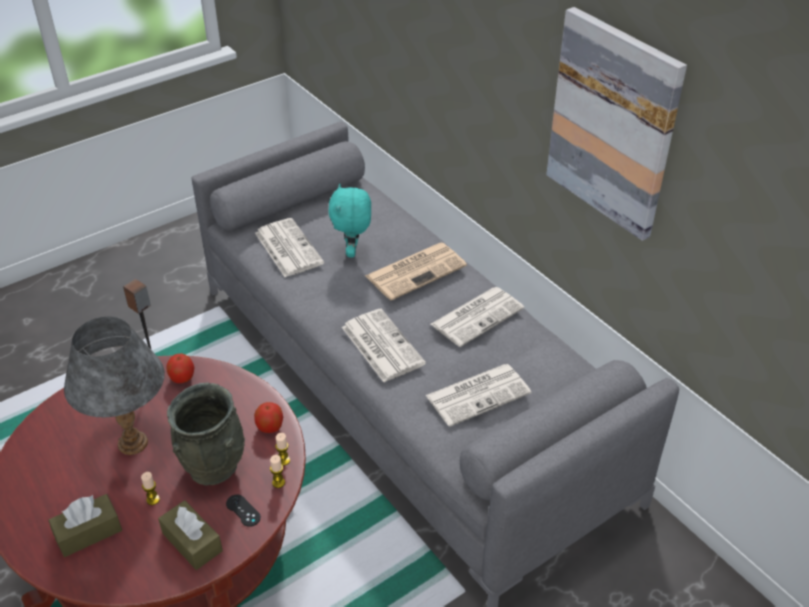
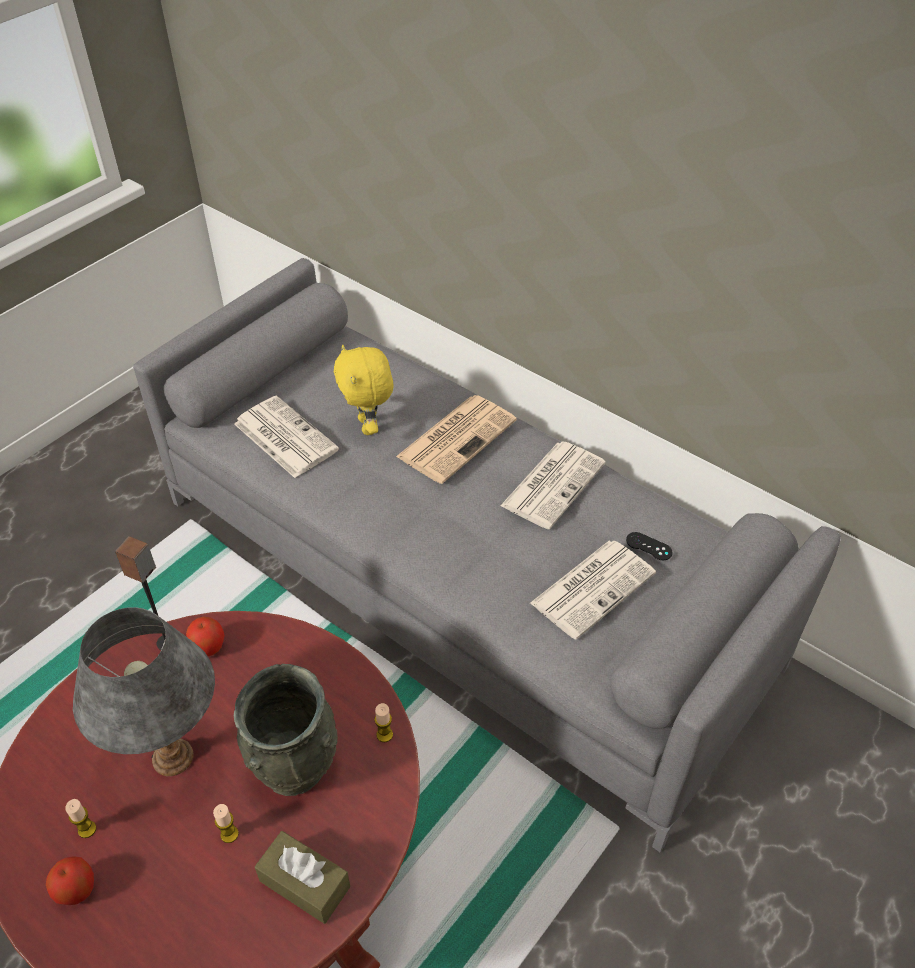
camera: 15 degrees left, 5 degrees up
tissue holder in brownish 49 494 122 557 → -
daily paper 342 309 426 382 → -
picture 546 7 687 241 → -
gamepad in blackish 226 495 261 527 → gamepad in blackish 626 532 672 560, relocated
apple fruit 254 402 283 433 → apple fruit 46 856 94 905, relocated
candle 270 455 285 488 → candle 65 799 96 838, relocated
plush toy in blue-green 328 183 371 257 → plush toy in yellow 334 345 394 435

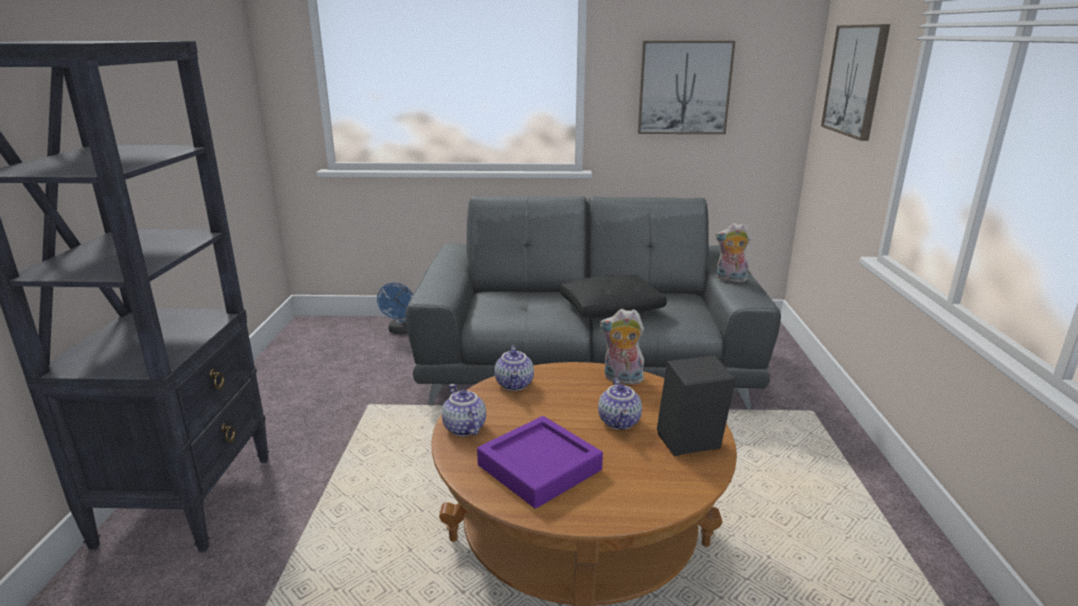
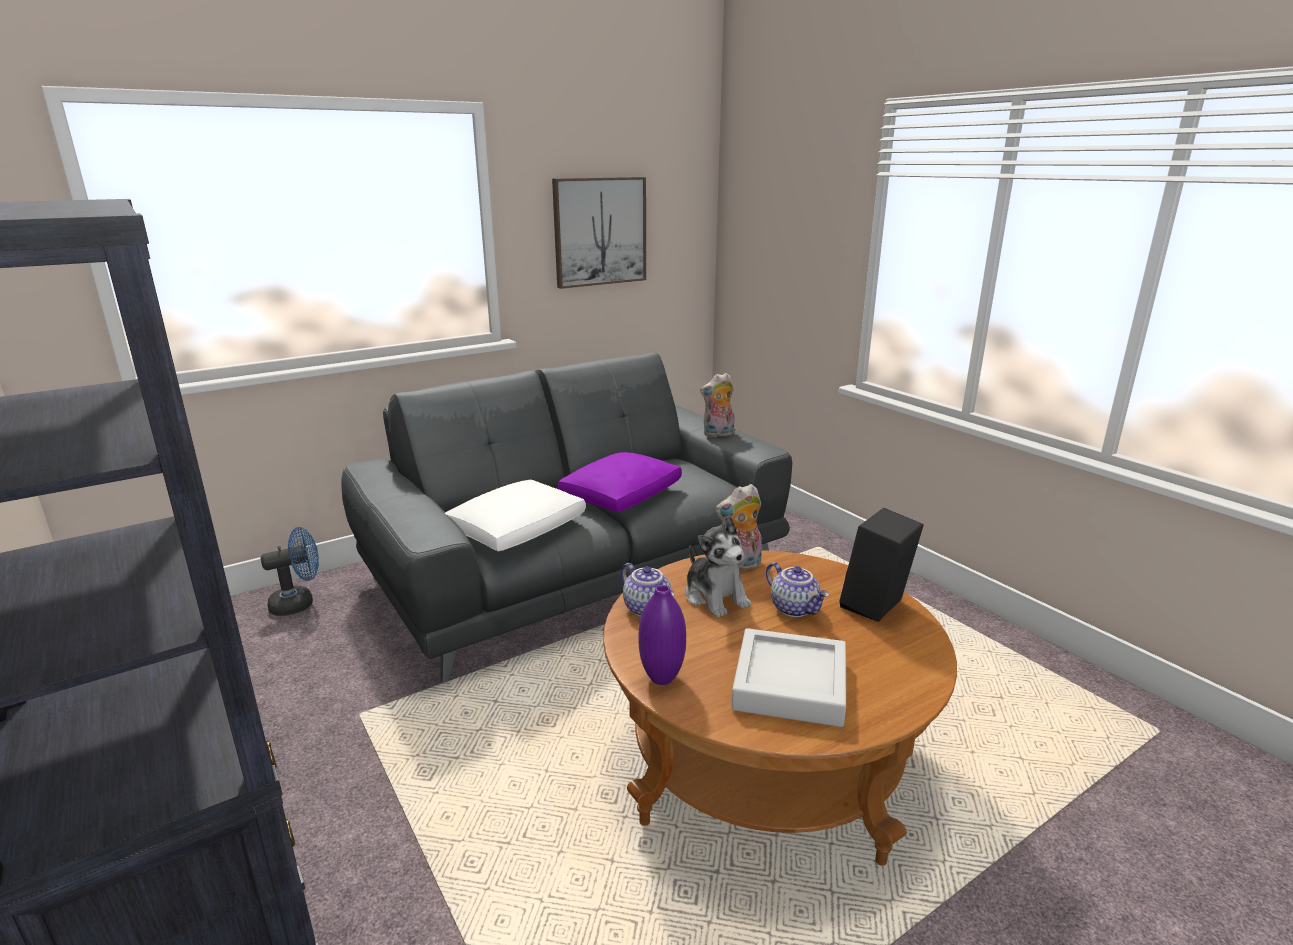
camera: 35 degrees left, 0 degrees up
picture 821 24 890 141 → -
- → cushion in white 445 479 586 551
- → plush toy 685 516 752 618
pot for tea 442 384 486 436 → decorative vase in purple 638 585 686 685
serving tray in purple 477 416 603 509 → serving tray in greyish 731 628 846 727
cushion in blackish 560 275 667 318 → cushion in purple 558 452 682 512
fan in blue-coloured 377 283 413 334 → fan in blue-coloured 261 527 319 616, 90 degrees counterclockwise

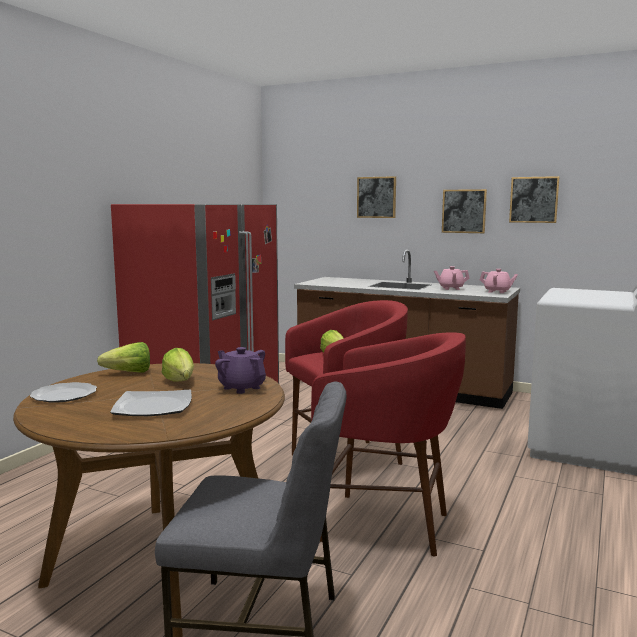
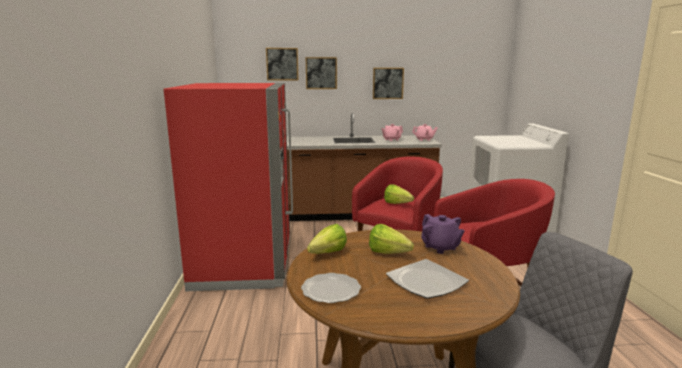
camera: 30 degrees left, 5 degrees up
picture 509 176 560 223 → picture 266 48 299 80, relocated
pot for tea in purple 215 347 266 394 → pot for tea in purple 421 214 465 254, 135 degrees counterclockwise

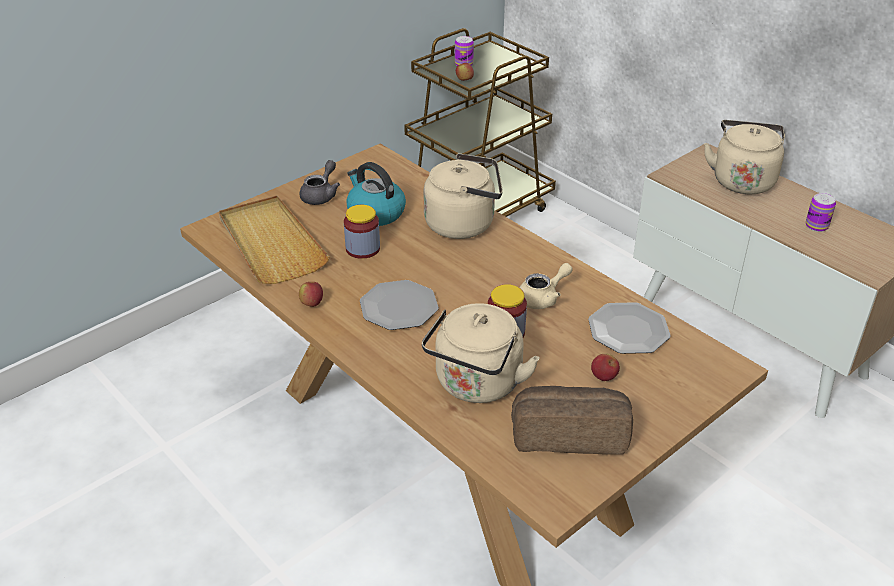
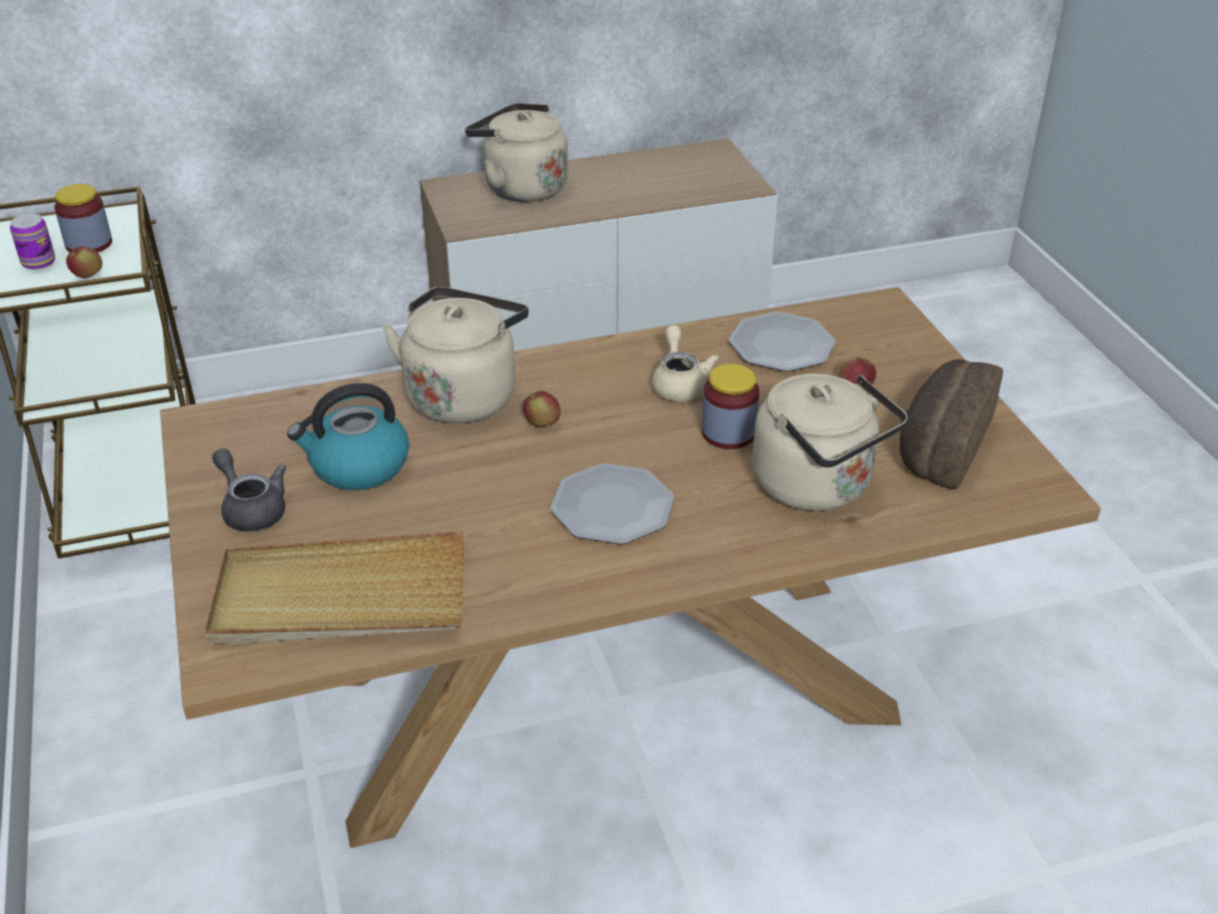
camera: 65 degrees left, 0 degrees up
metal can 806 193 836 232 → -
apple fruit 299 282 323 307 → apple fruit 523 391 560 427, relocated
preserve jar 344 205 380 259 → preserve jar 54 184 112 253, relocated

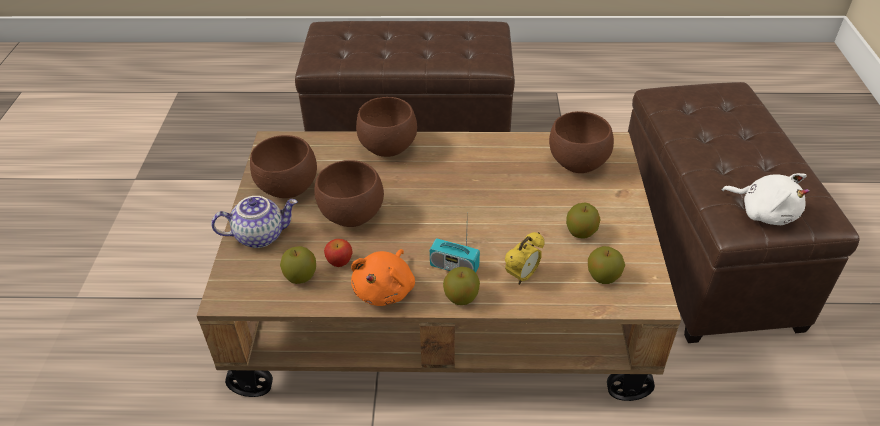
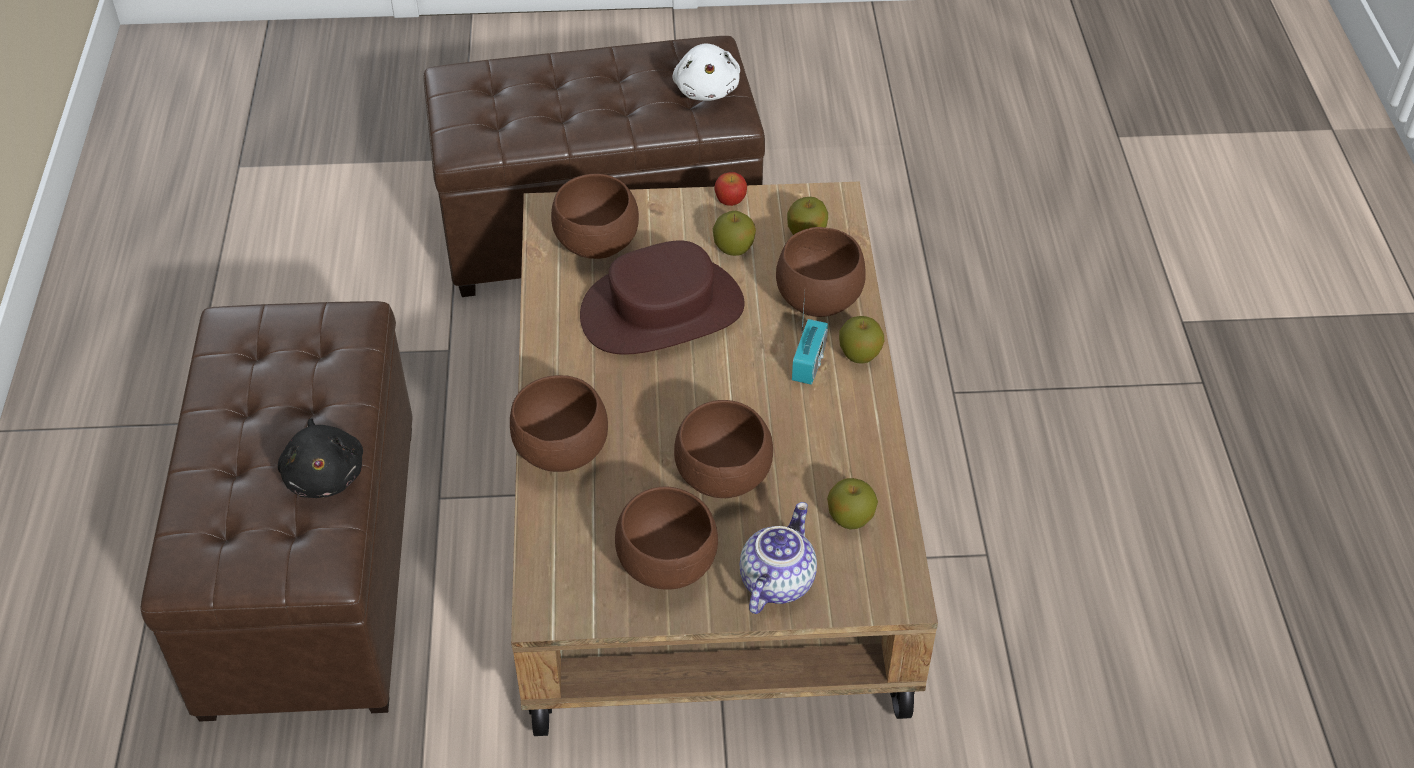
camera: 95 degrees left, 5 degrees up
plush toy in orangey 351 249 415 306 → -
- → plush toy in blackish 278 418 363 498
- → clothing hat in brownish 580 240 745 355
apple fruit 324 239 353 267 → apple fruit 715 172 747 206, relocated
table clock 505 232 545 285 → serving bowl in brownish 776 227 866 317
pot for tea 211 196 298 248 → pot for tea 740 502 817 614, 45 degrees clockwise
plush toy in white 722 173 810 225 → plush toy in white 673 44 740 101, 135 degrees clockwise

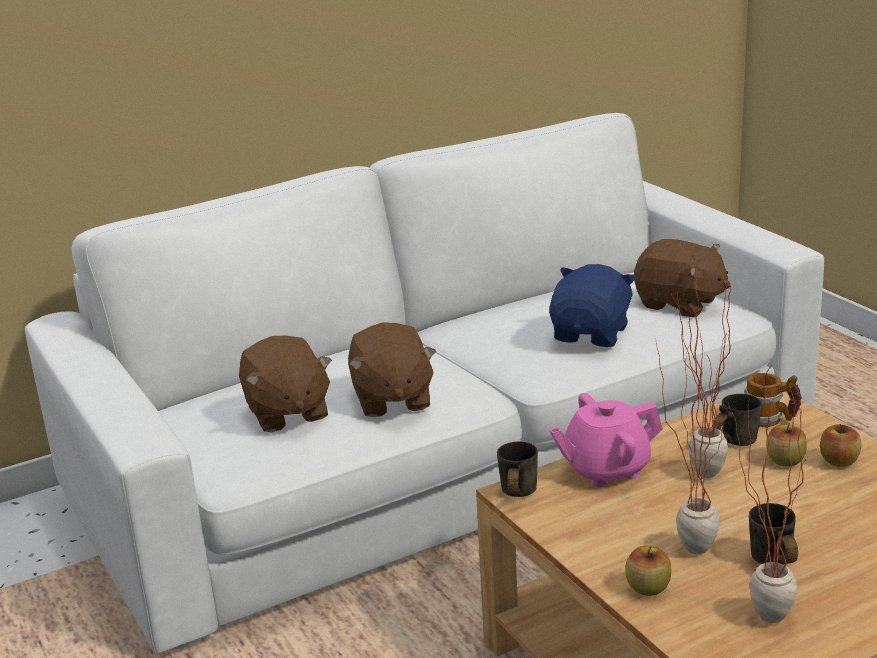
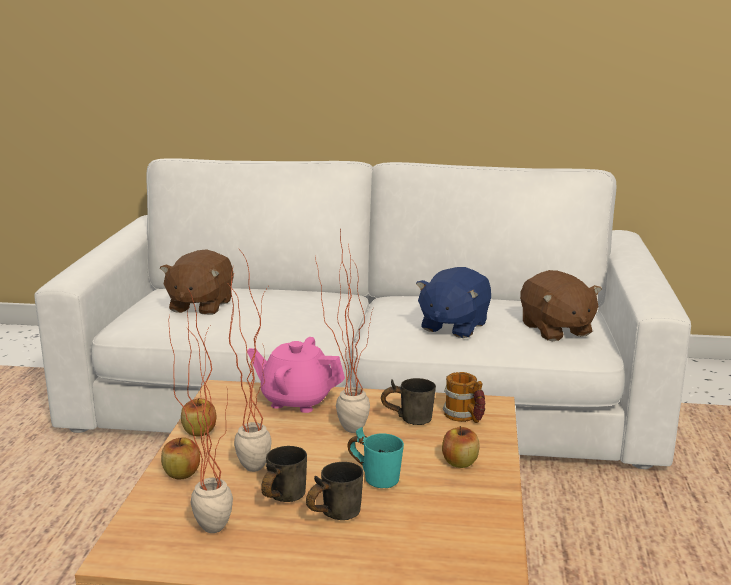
camera: 35 degrees right, 5 degrees down
plush toy in brownish 348 322 437 417 → -
- → mug in blue-green 347 427 404 488
mug in greyish 497 441 538 497 → mug in greyish 306 462 363 520, relocated
apple fruit 766 424 807 467 → apple fruit 181 398 217 437, relocated
plush toy in blue-coloured 549 264 637 347 → plush toy in blue-coloured 416 267 491 338, 150 degrees clockwise

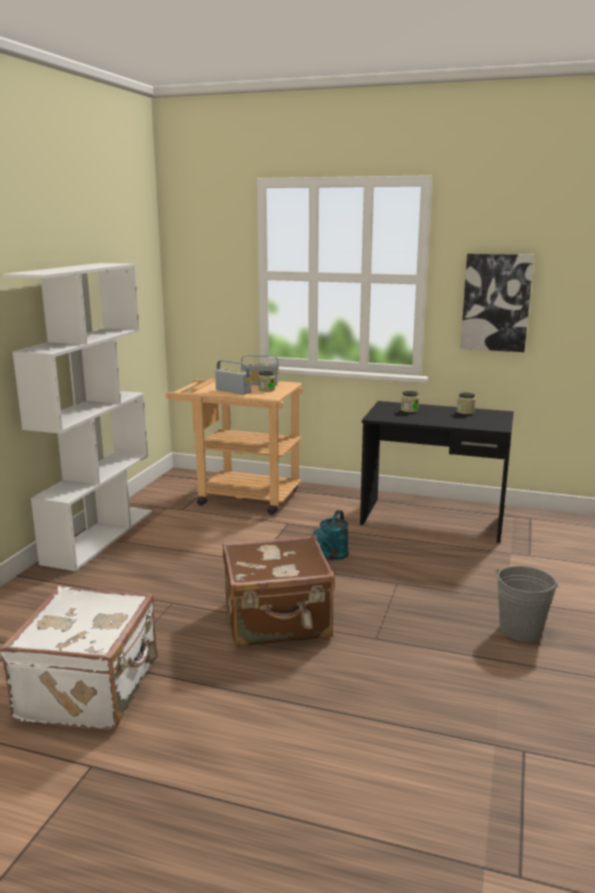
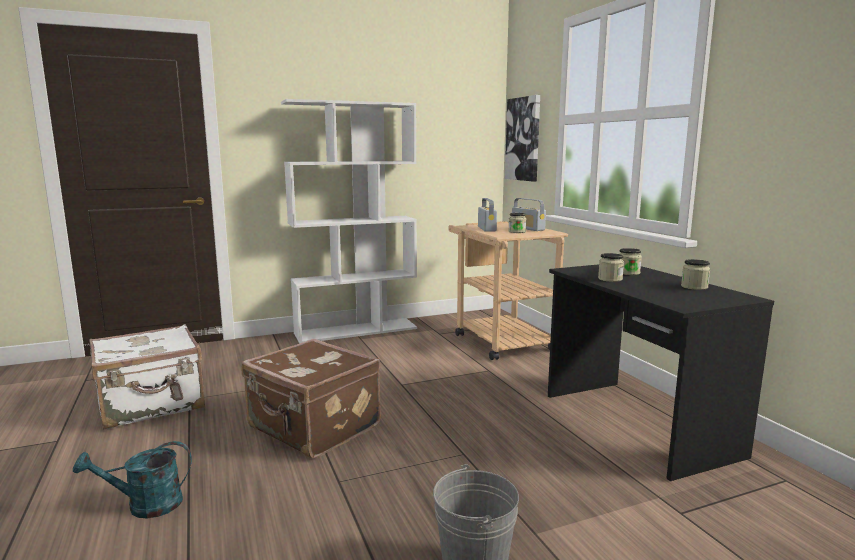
camera: 50 degrees right, 5 degrees down
- → preserve jar 598 253 624 282
watering pot in blue-green 312 510 349 560 → watering pot in blue-green 73 441 192 518, relocated
picture 460 254 534 352 → picture 505 95 540 181, relocated

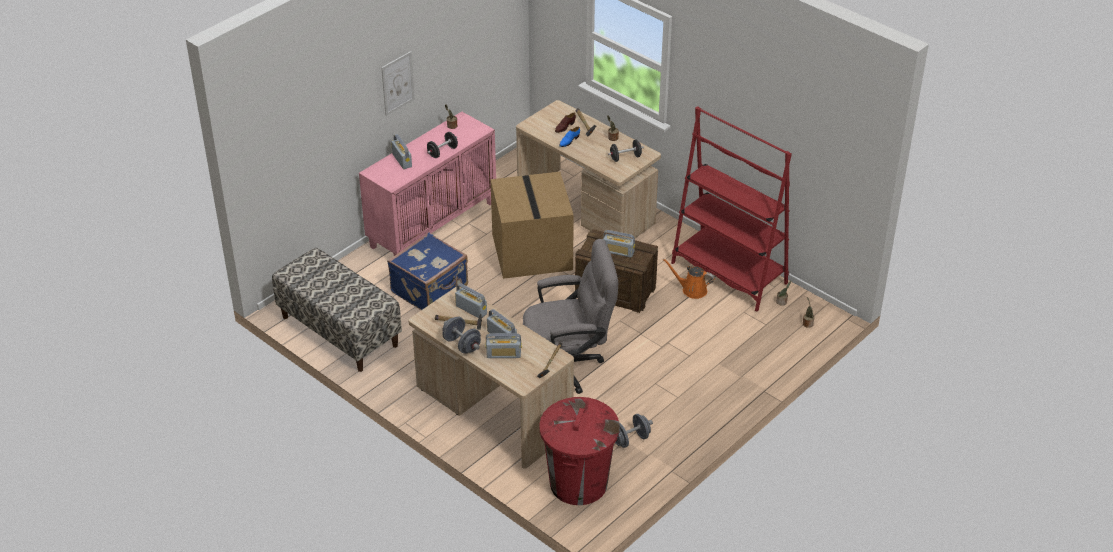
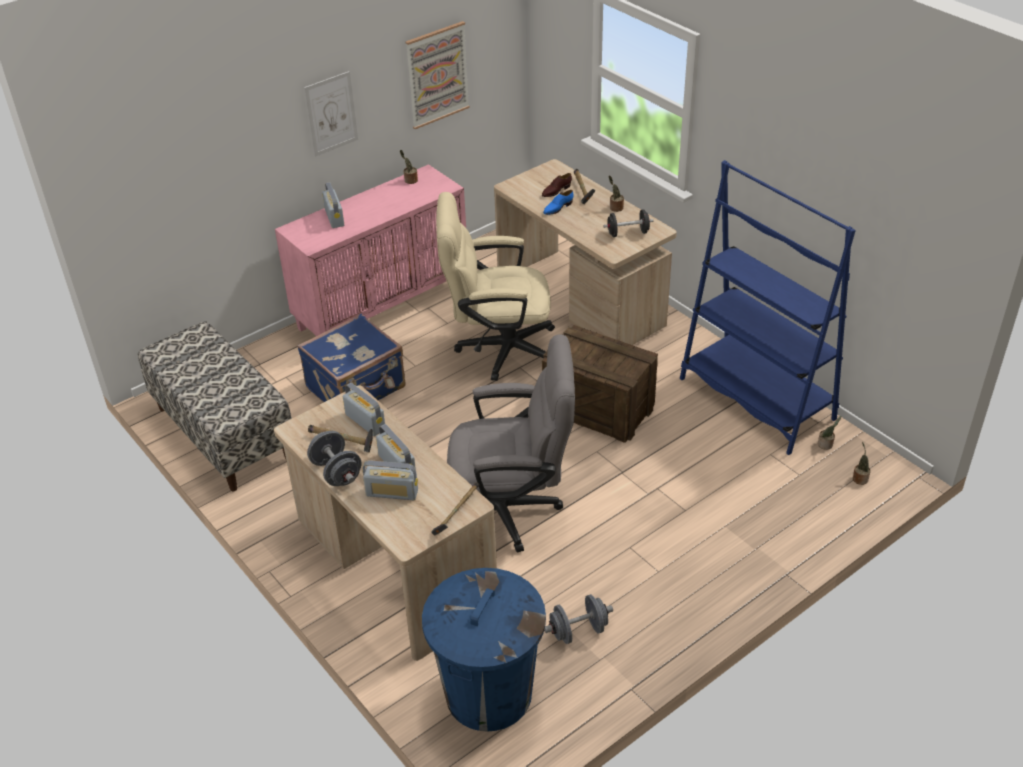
camera: 10 degrees right, 0 degrees up
dumbbell in blackish 427 132 458 158 → -
radio 603 230 635 258 → -
watering pot in orangey 662 258 715 299 → -
- → picture 405 21 470 129
cardboard box 490 172 574 279 → desk chair in beige-coloured 436 192 555 381
rubbish bin in reddish 539 397 620 505 → rubbish bin in blue-coloured 422 568 546 732
shelving unit in reddish 671 106 792 311 → shelving unit in blue-coloured 680 160 856 455

